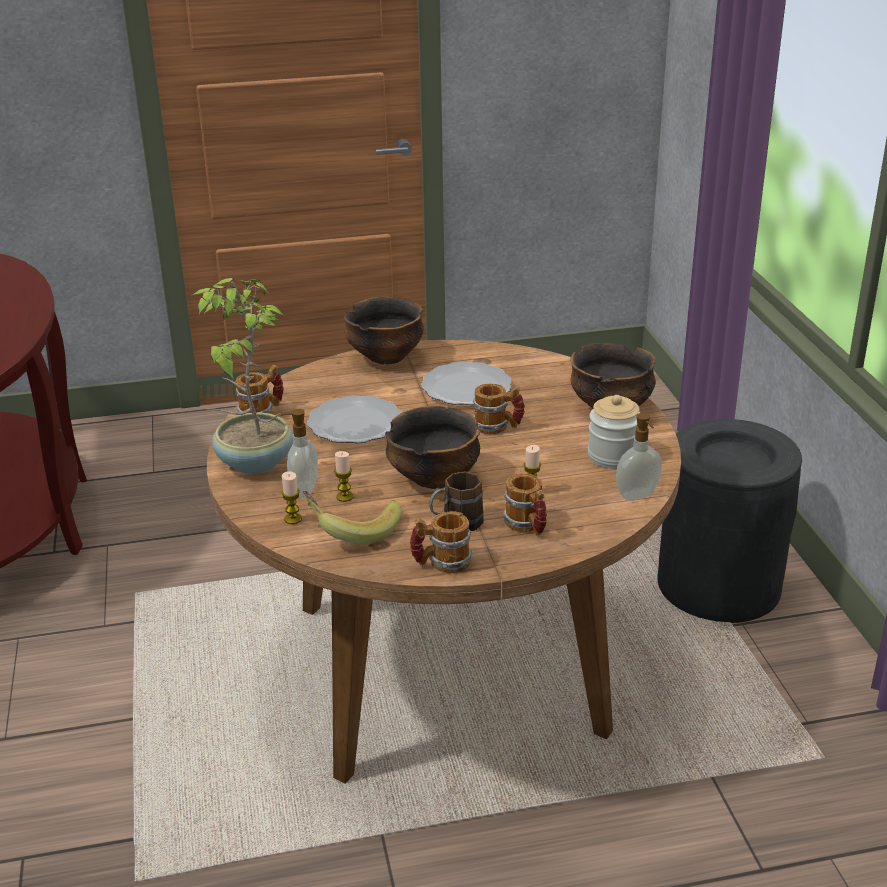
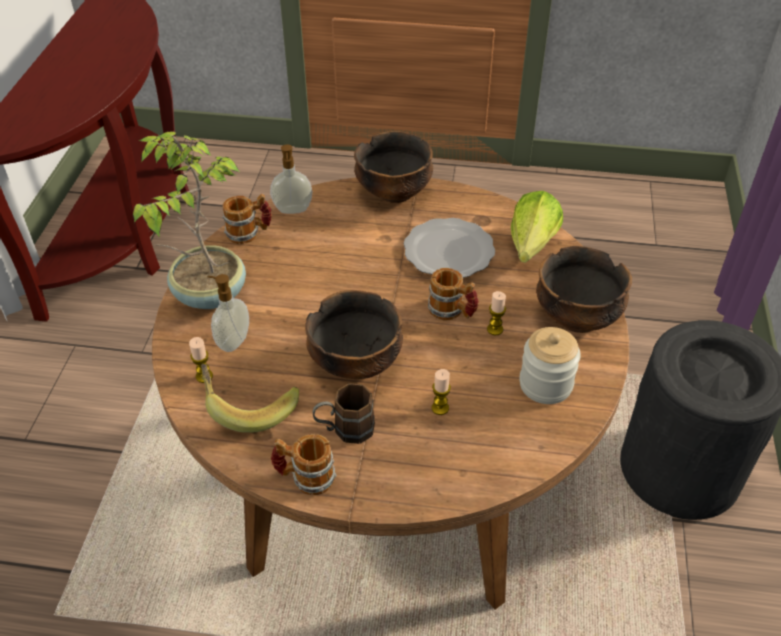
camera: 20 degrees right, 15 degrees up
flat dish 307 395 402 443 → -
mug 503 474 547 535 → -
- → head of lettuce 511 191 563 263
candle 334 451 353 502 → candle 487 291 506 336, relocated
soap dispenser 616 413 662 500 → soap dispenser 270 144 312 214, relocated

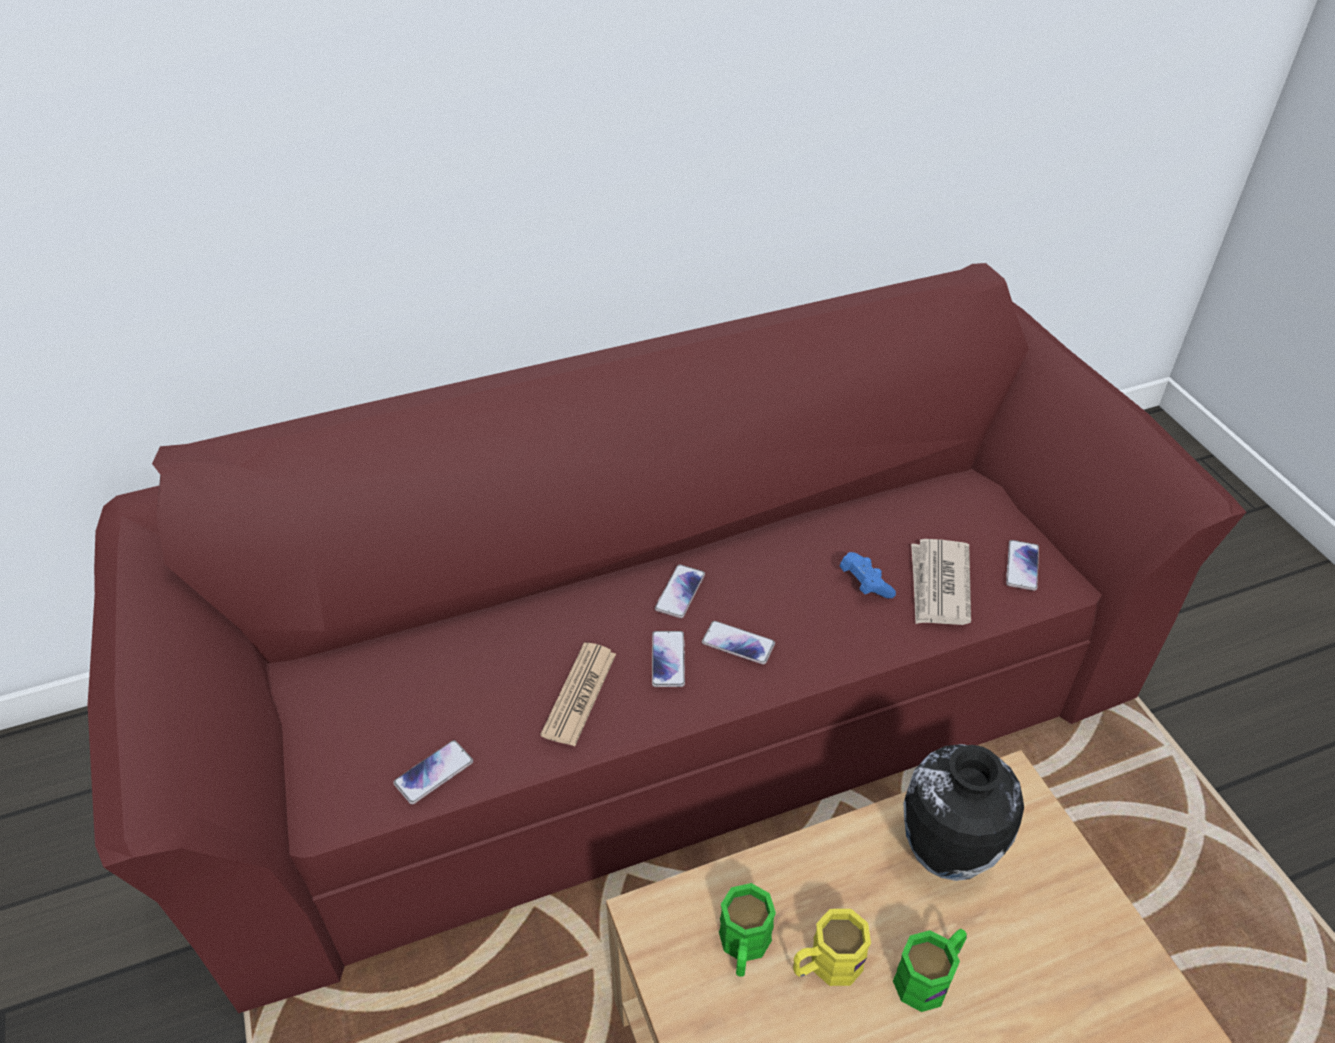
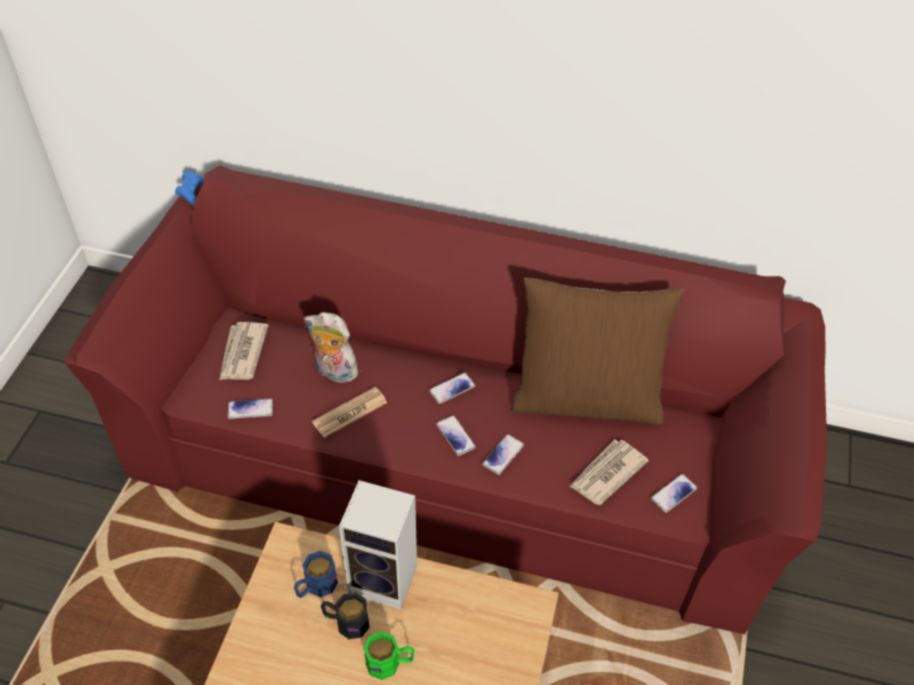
camera: 35 degrees right, 5 degrees up
decorative vase 903 744 1024 881 → -
- → daily paper 219 322 269 380
- → plush toy 304 312 358 383
- → speaker 339 480 417 610
- → cushion in brownish 511 278 684 425
phone 652 631 685 687 → phone 482 434 524 475, relocated
gamepad in blue-coloured 839 552 896 598 → gamepad in blue-coloured 175 171 204 206, relocated
mug in greenish 719 883 776 977 → mug in blue-coloured 294 551 338 598
mug in yellow 793 909 871 986 → mug in blackish 321 592 370 639

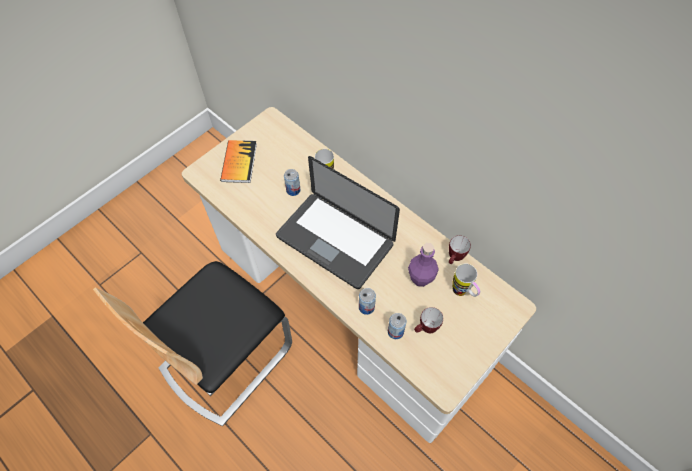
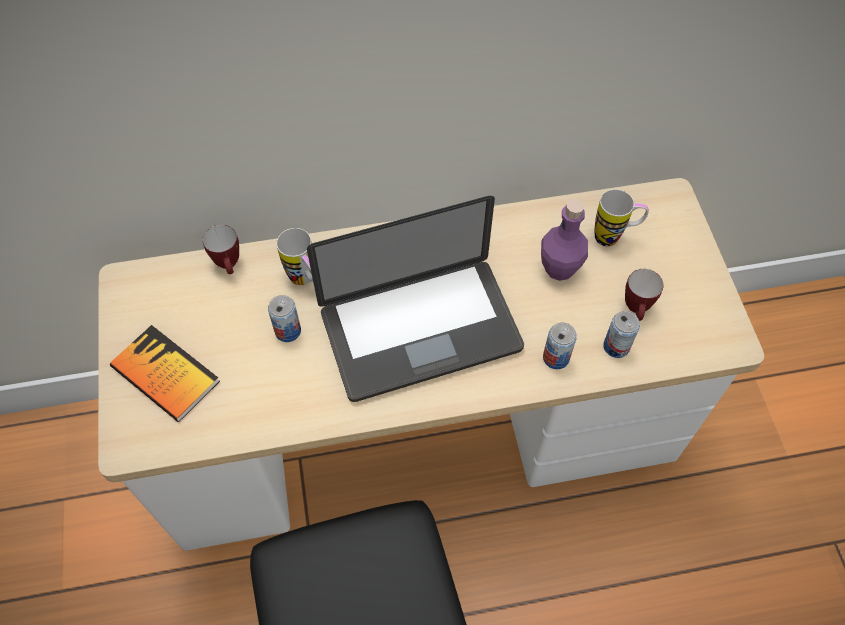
camera: 55 degrees left, 0 degrees up
mug 449 235 471 264 → mug 202 225 239 274, relocated

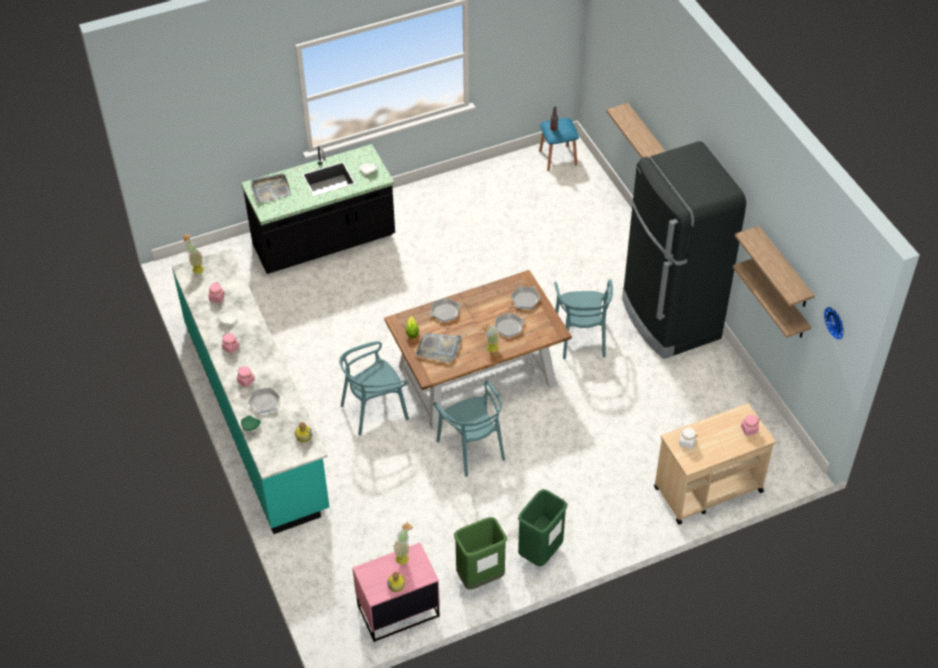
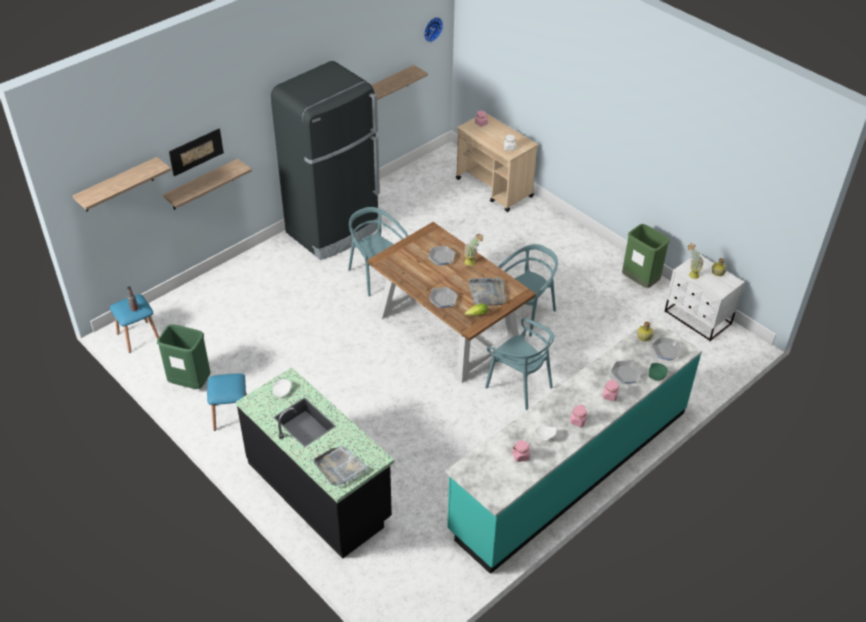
camera: 110 degrees left, 5 degrees down
houseplant 183 234 204 274 → -
- → picture 169 129 224 176
- → stool in blue-coloured 207 373 247 431
frying pan 511 286 541 309 → frying pan 649 337 684 361, relocated
rubbish bin in greenish 518 489 567 567 → rubbish bin in greenish 157 324 210 389, relocated
bracket shelf 735 226 815 307 → bracket shelf 72 157 171 212, relocated
bedside table in pink-coloured 352 543 440 642 → bedside table in white 665 255 745 341
plain chair in blue-green 554 279 613 359 → plain chair in blue-green 348 207 408 297, 105 degrees counterclockwise

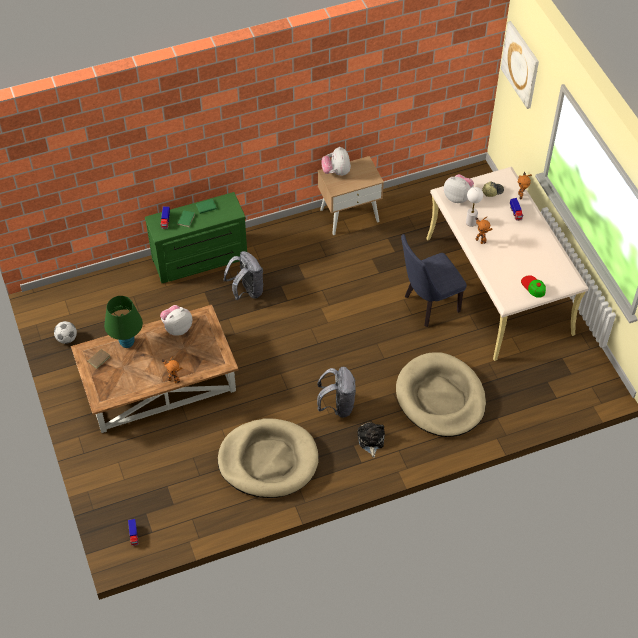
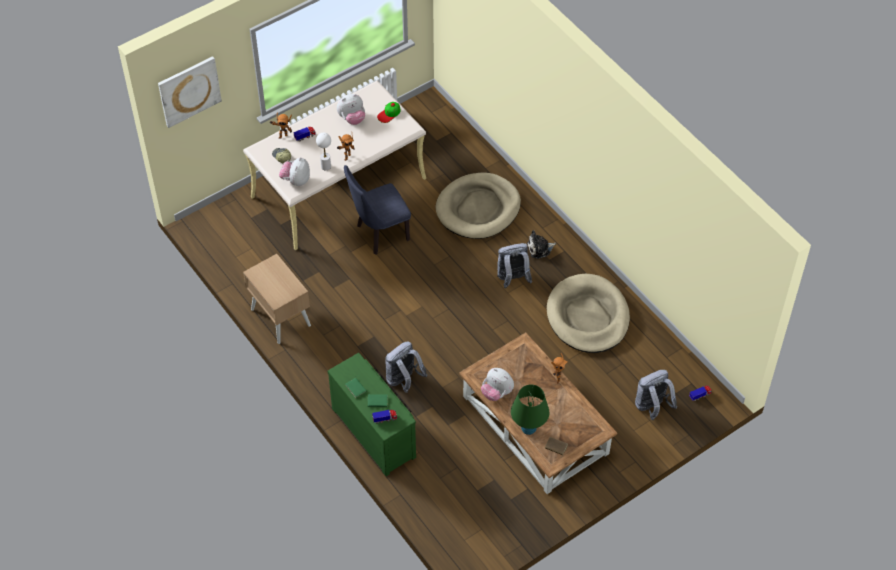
camera: 105 degrees left, 0 degrees up
football 54 321 77 344 → -
- → knapsack in greyish 635 370 677 420
plush toy 321 147 351 176 → plush toy 337 94 365 125, relocated
plain chair in blue-coloured 401 234 467 327 → plain chair in blue-coloured 344 165 411 255, 105 degrees clockwise

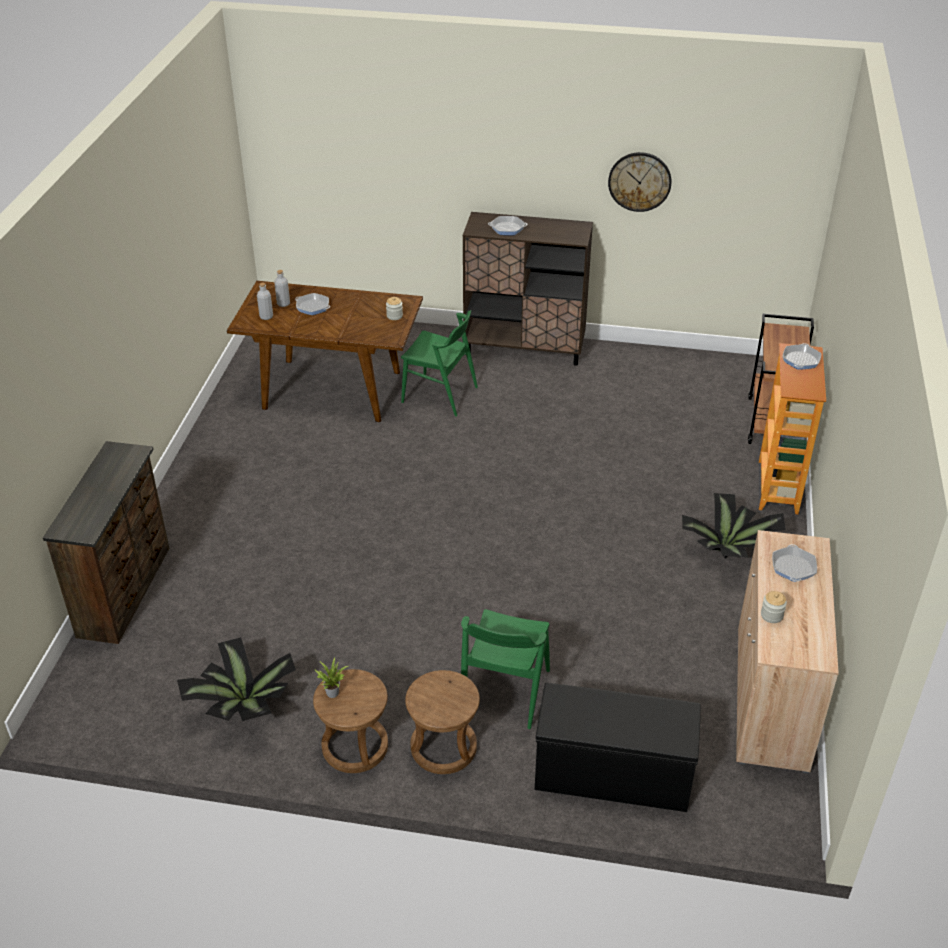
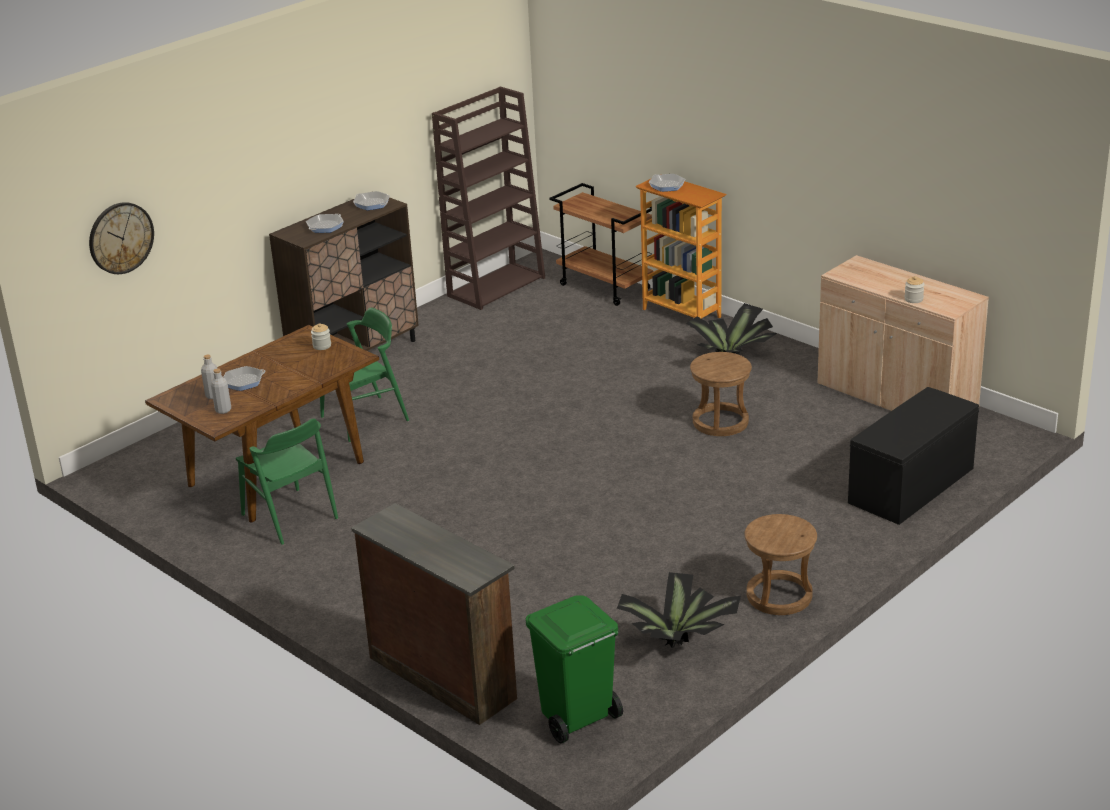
camera: 55 degrees left, 10 degrees down
houseplant 315 658 348 698 → -
- → shelving unit in brownish 432 86 545 310
- → rubbish bin in greenish 525 595 623 743
stool in brownish 405 670 480 774 → stool in brownish 690 352 752 436, relocated
plain chair in greenish 461 609 550 729 → plain chair in greenish 236 419 338 545, relocated
clock on the wall 608 152 672 212 → clock on the wall 89 202 154 274, relocated
frying pan 772 544 817 582 → frying pan 353 191 390 210, relocated

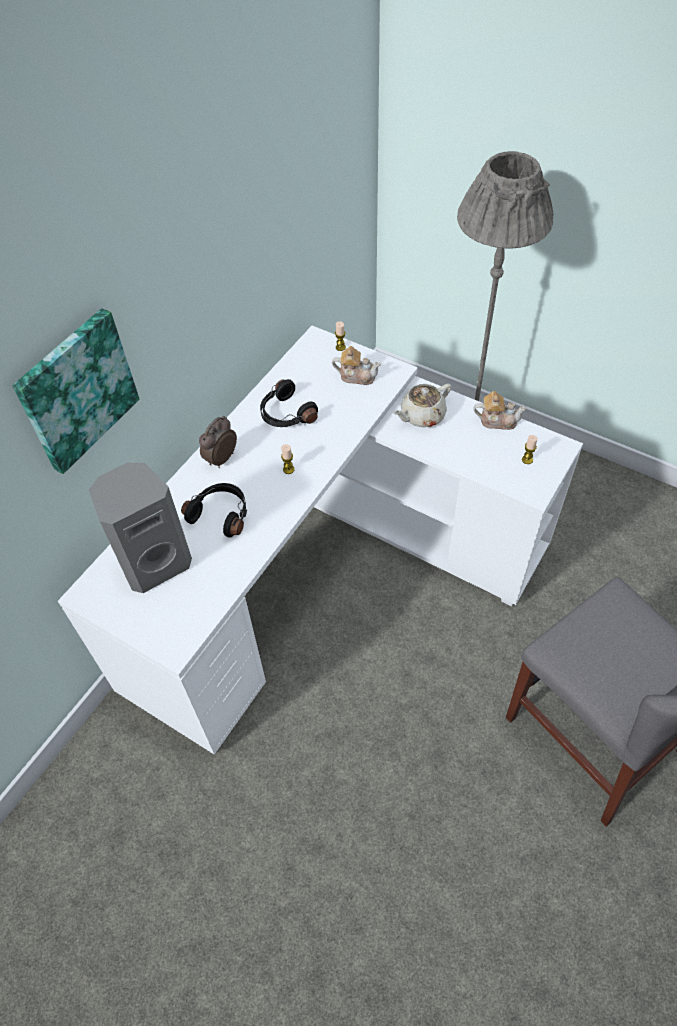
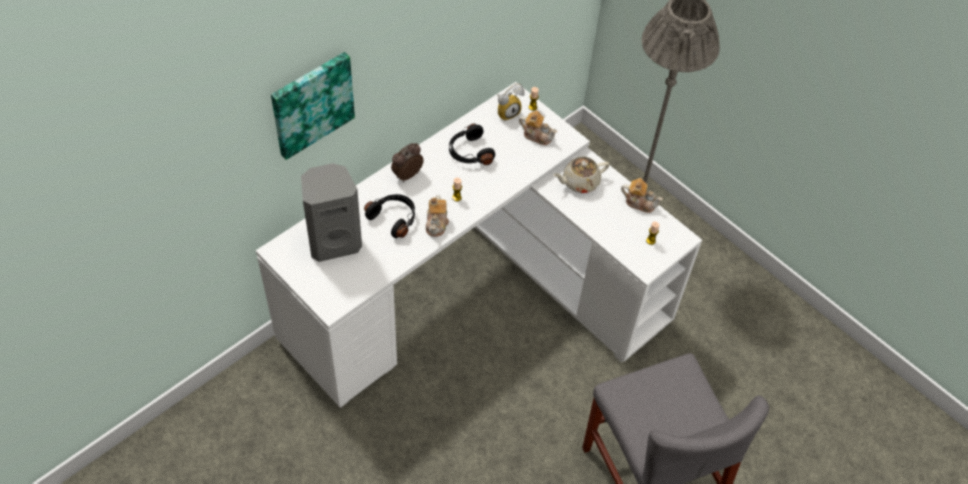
camera: 10 degrees right, 0 degrees up
- → pot for tea 426 195 449 237
- → table clock 497 83 525 121

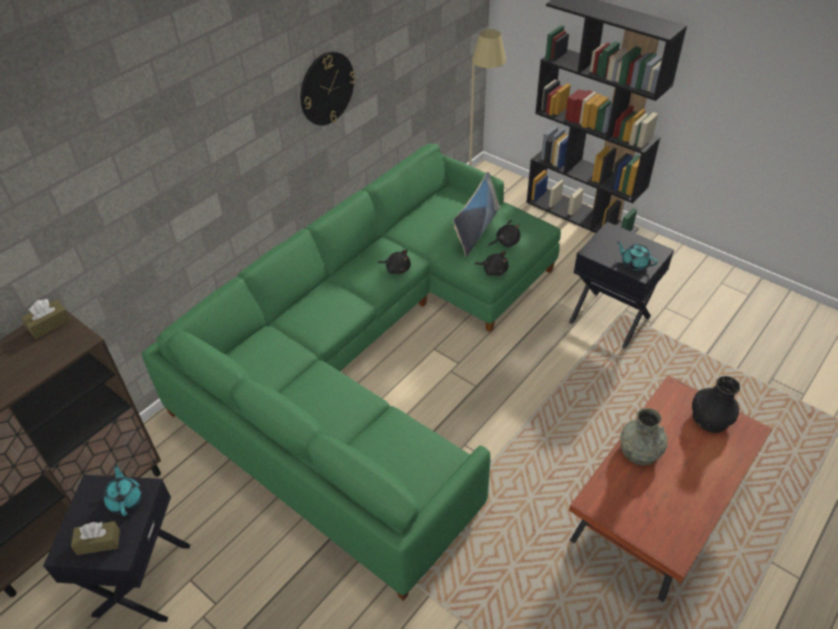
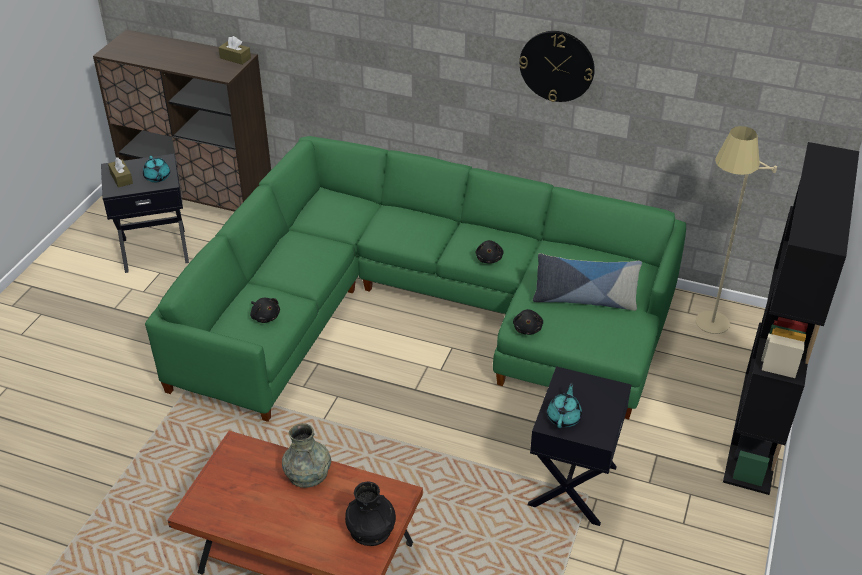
camera: 70 degrees right, 5 degrees down
plush toy in blackish 488 220 520 247 → plush toy in blackish 250 298 280 323, relocated
pot for tea in blue-green 104 464 142 516 → pot for tea in blue-green 143 156 170 182, 105 degrees clockwise

